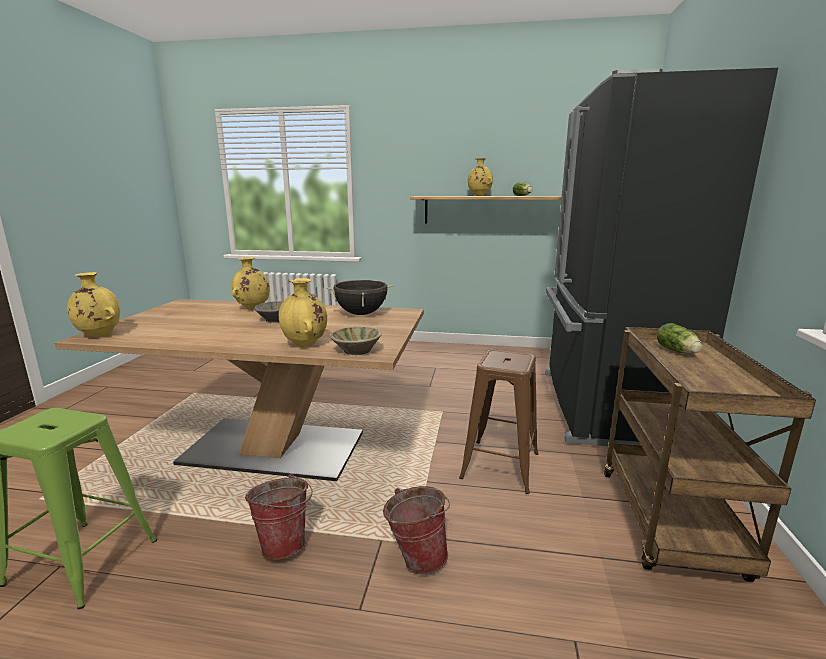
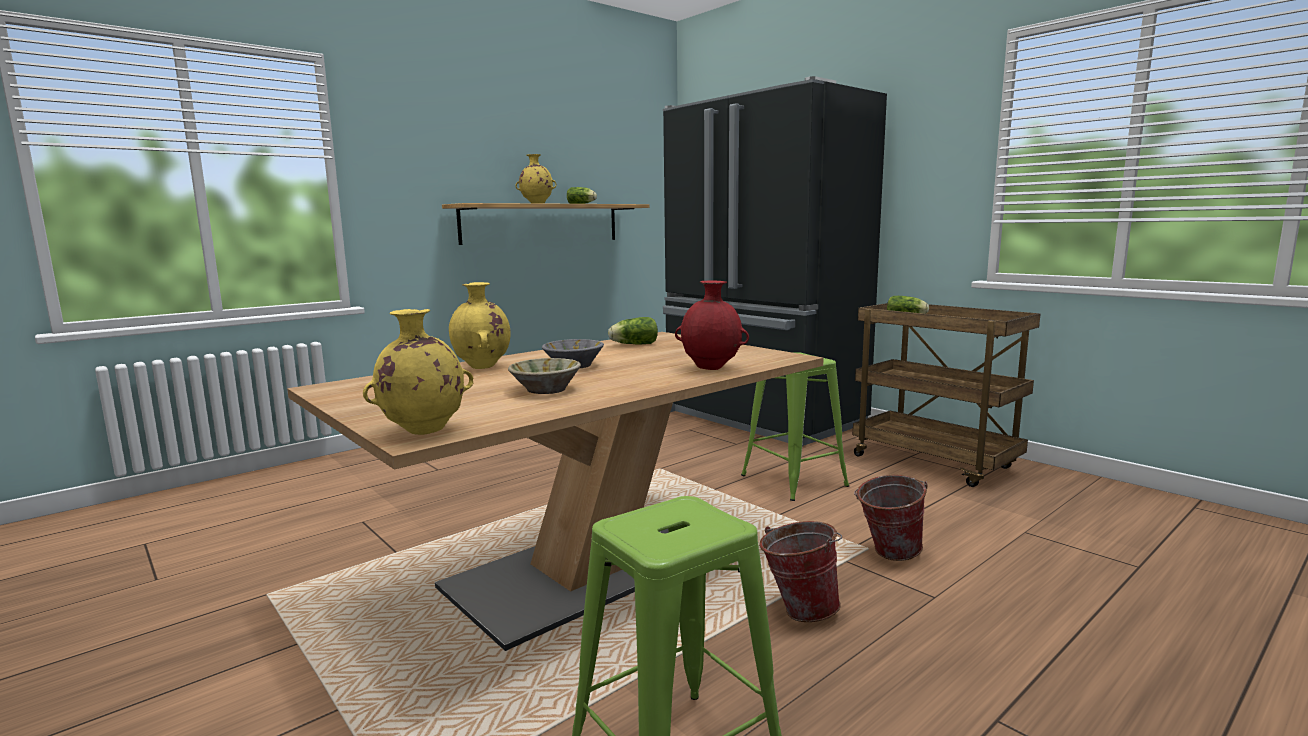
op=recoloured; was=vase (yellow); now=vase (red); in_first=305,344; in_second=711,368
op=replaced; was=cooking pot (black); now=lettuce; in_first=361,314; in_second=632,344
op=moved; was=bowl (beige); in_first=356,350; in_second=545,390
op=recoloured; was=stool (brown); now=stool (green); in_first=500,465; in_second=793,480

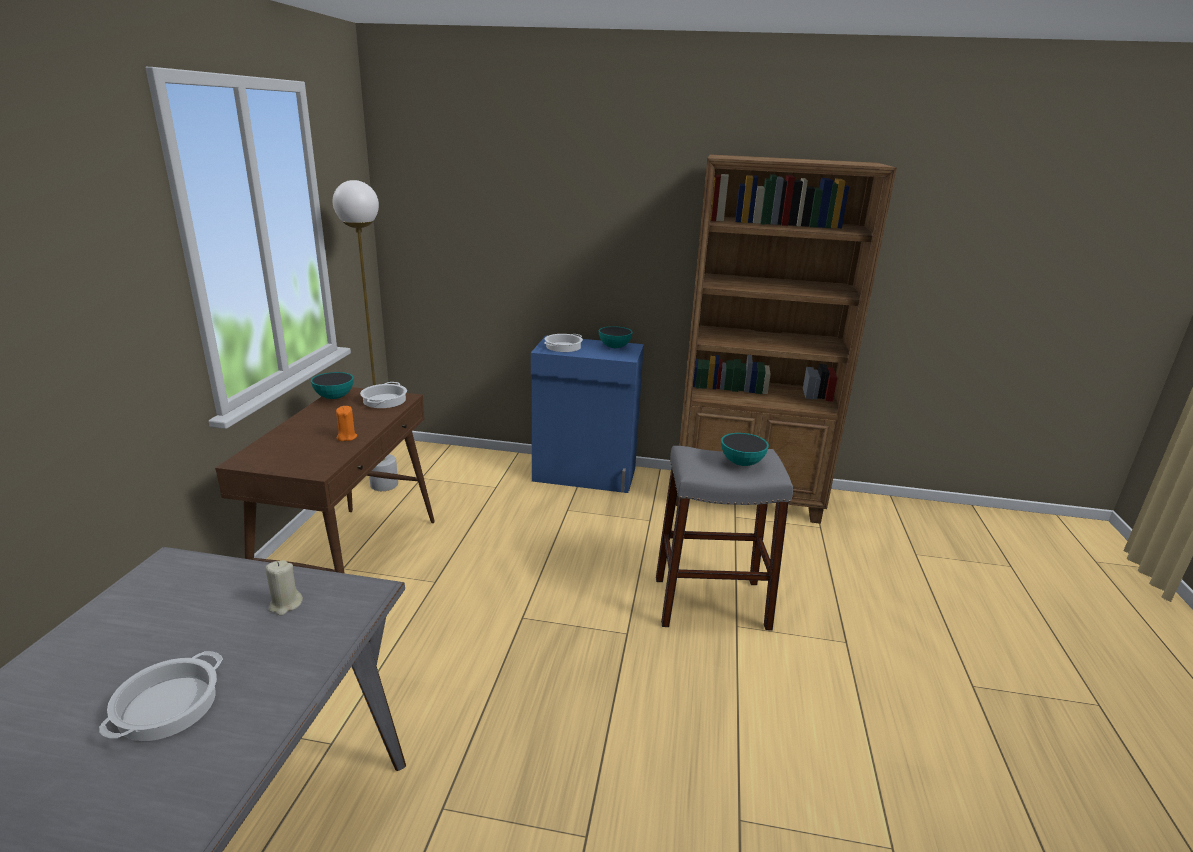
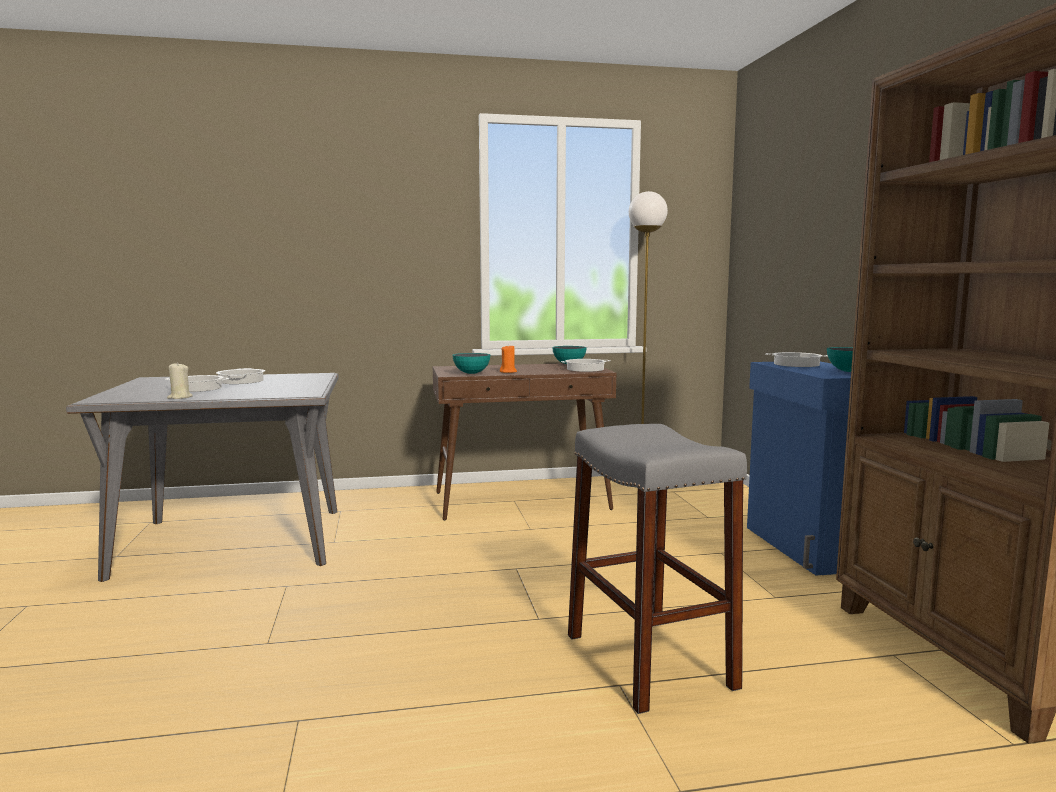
op=moved; was=bowl; in_first=741,463; in_second=471,373
op=moved; was=candle (beige); in_first=285,605; in_second=180,397
op=added; now=cooking pot; in_second=240,381

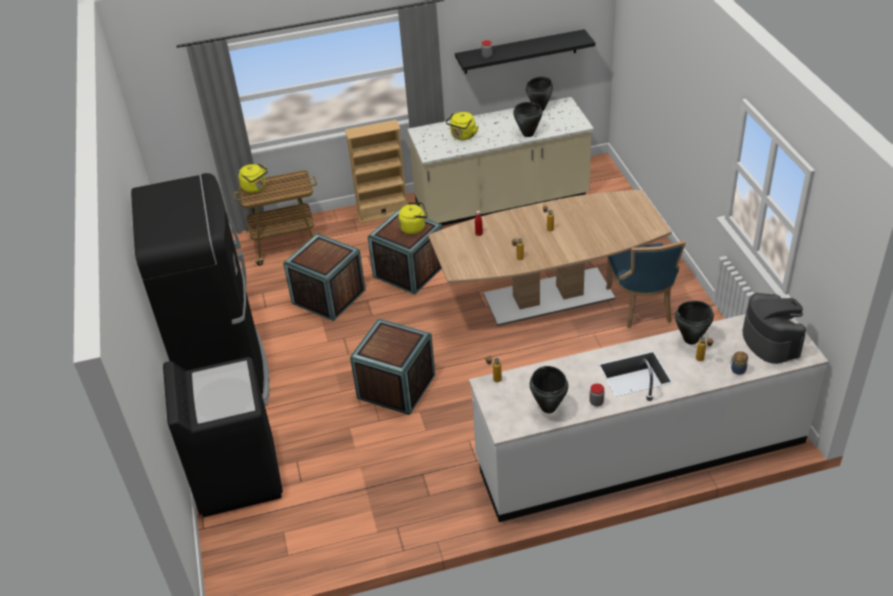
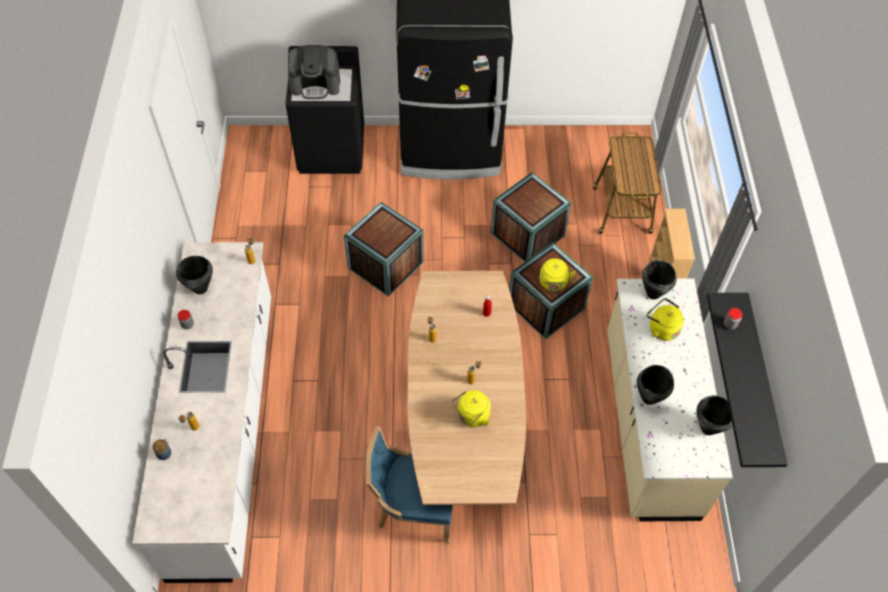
op=moved; was=kettle (yellow); in_first=255,188; in_second=471,416
op=moved; was=coffee machine; in_first=770,341; in_second=315,84
op=moved; was=cooking pot (black); in_first=691,339; in_second=653,294

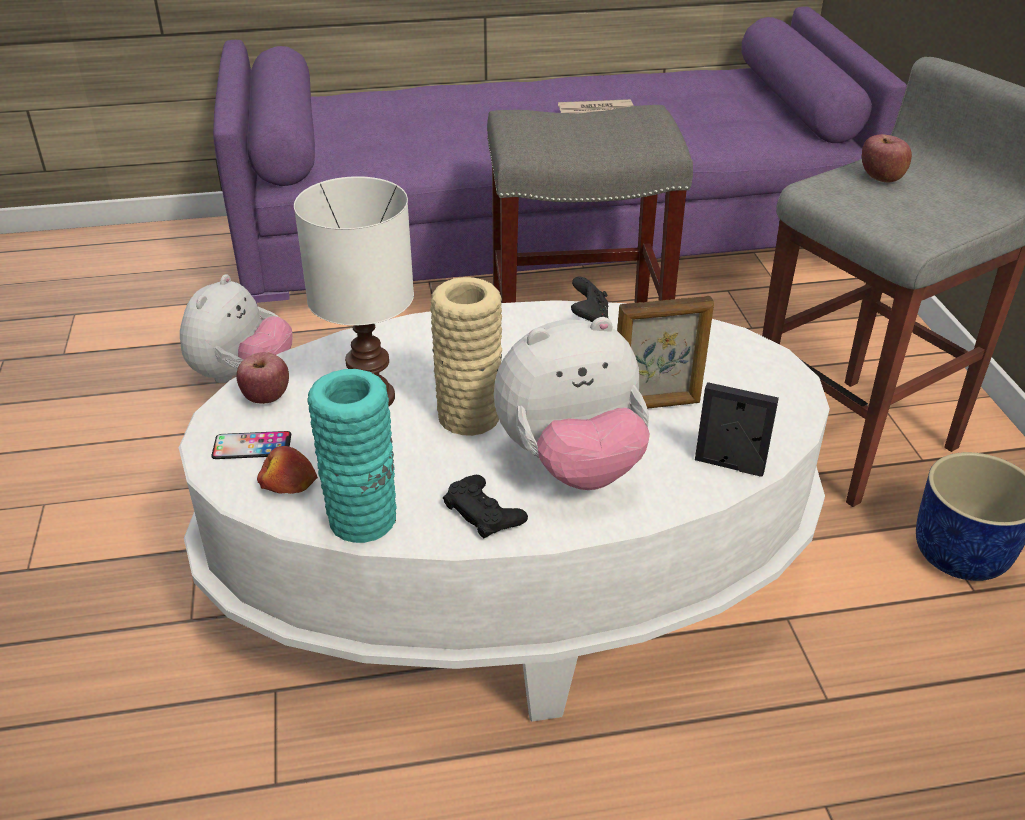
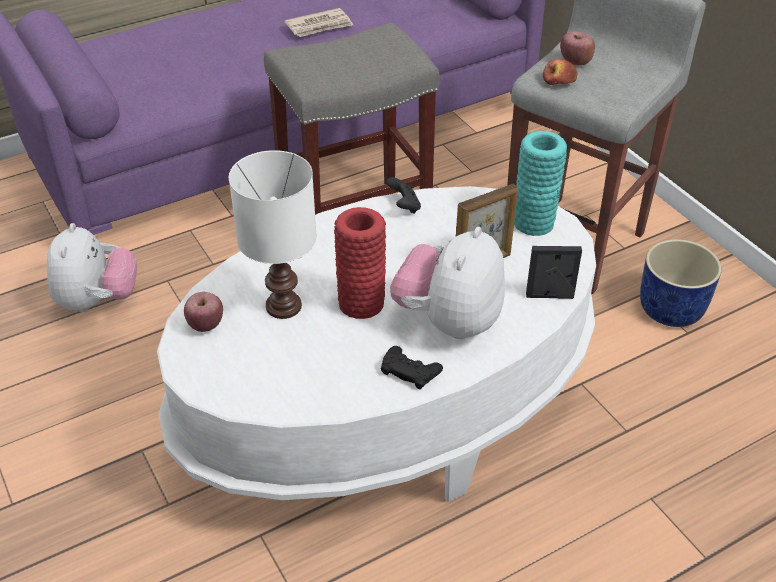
op=recoloured; was=vase (beige); now=vase (red); in_first=469,416; in_second=361,303
op=turned; was=plush toy; in_first=571,464; in_second=449,321; clockwise=150
op=moved; was=vase (turquoise); in_first=362,518; in_second=533,223
op=removed; was=phone; in_first=252,446
op=moved; was=apple; in_first=288,484; in_second=559,82

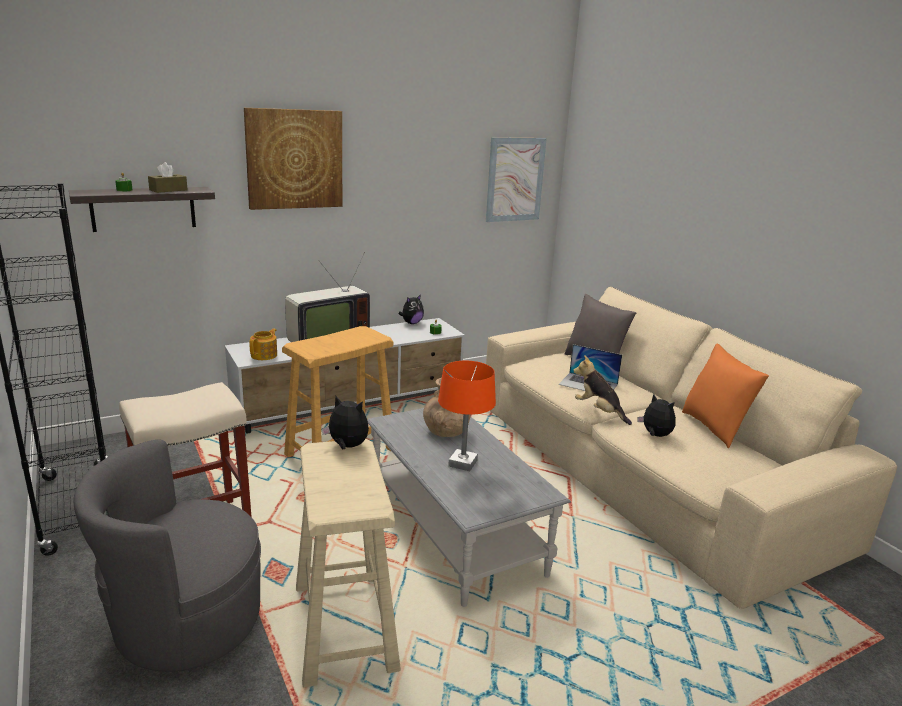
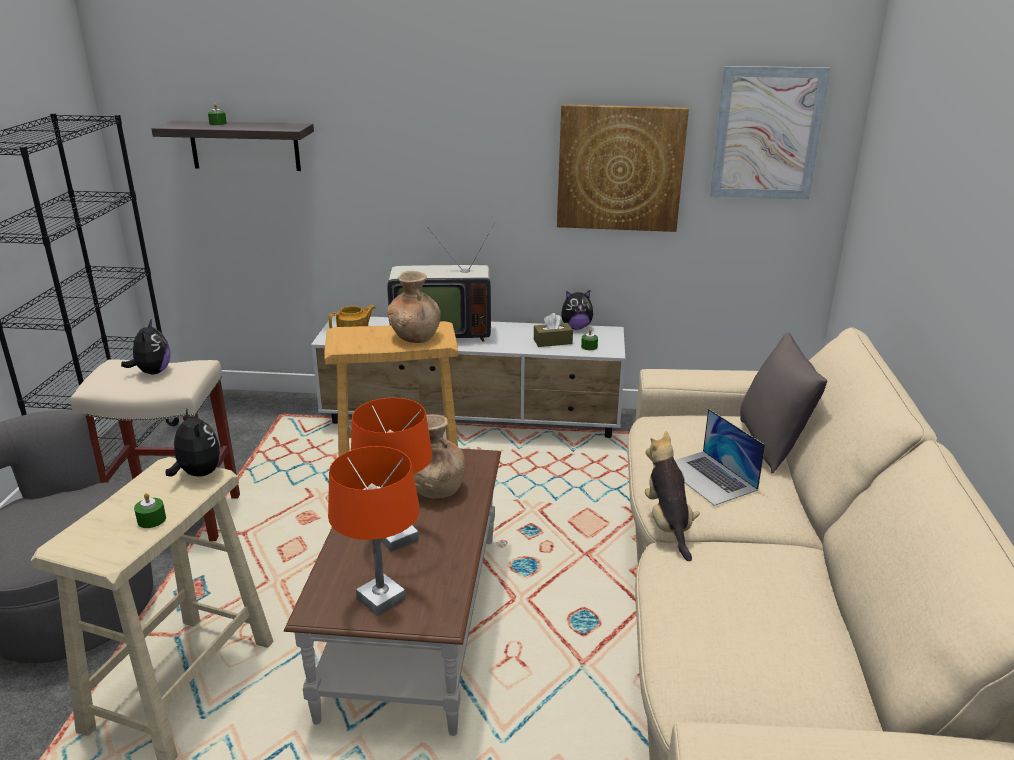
op=moved; was=picture; in_first=294,159; in_second=620,168
op=moved; was=tissue box (brown); in_first=168,190; in_second=552,341
op=removed; was=pillow (orange); in_first=714,428
op=moved; was=plush toy; in_first=655,435; in_second=152,372
op=recoloured; was=coffee table (grey); now=coffee table (brown); in_first=454,530; in_second=414,621
op=added; now=vase (brown); in_second=415,337
op=added; now=table lamp (orange); in_second=380,599
op=added; now=candle (green); in_second=151,520

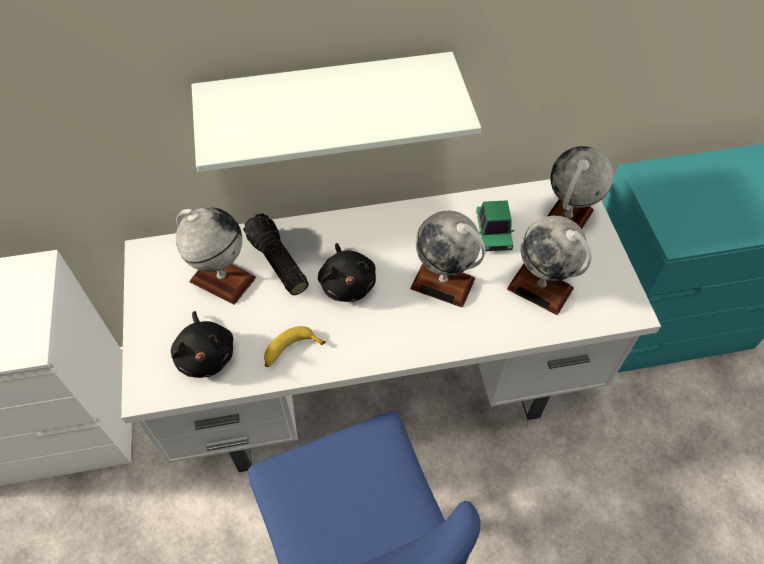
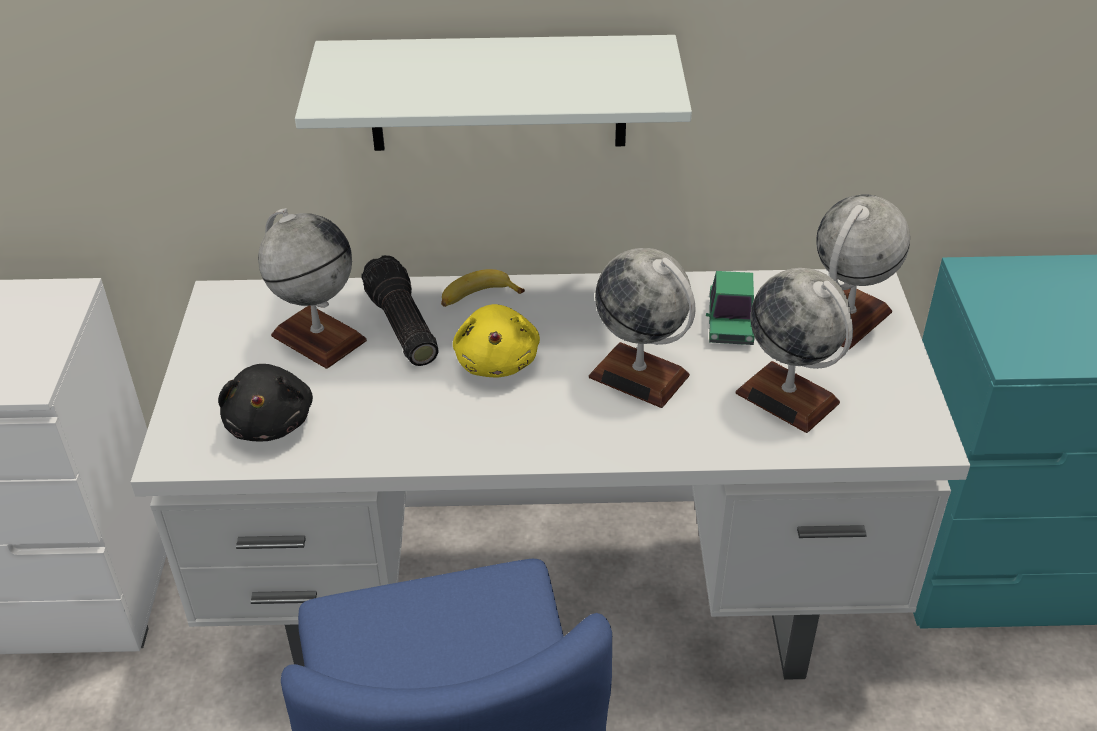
op=recoloured; was=plush toy (black); now=plush toy (yellow); in_first=347,283; in_second=497,361
op=moved; was=banana; in_first=291,351; in_second=478,298

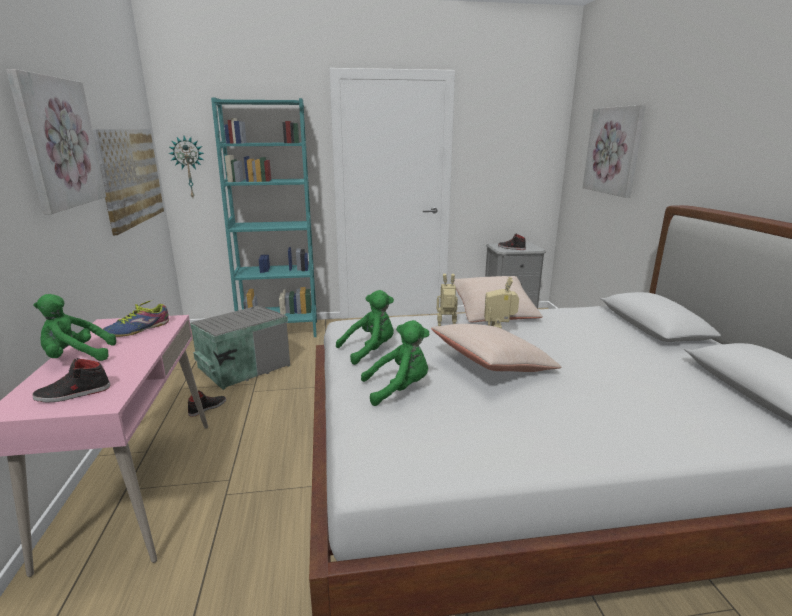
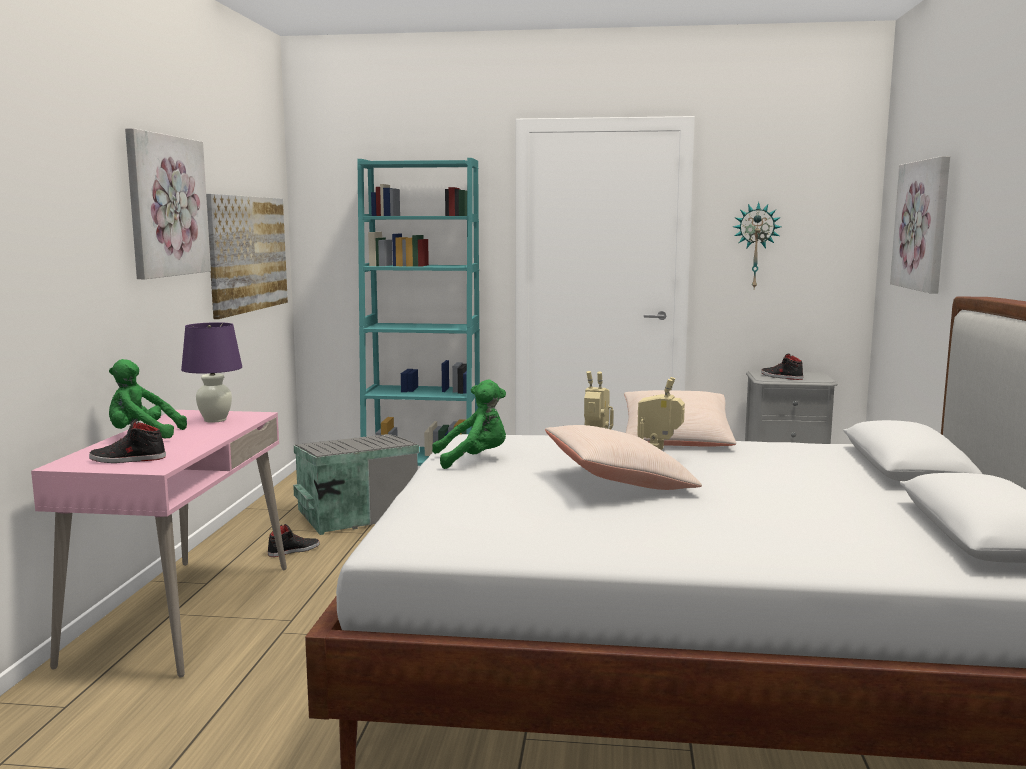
op=moved; was=wall clock; in_first=189,167; in_second=755,246
op=replaced; was=shoe; now=table lamp (purple); in_first=138,329; in_second=215,420
op=removed; was=plush toy (green); in_first=399,389

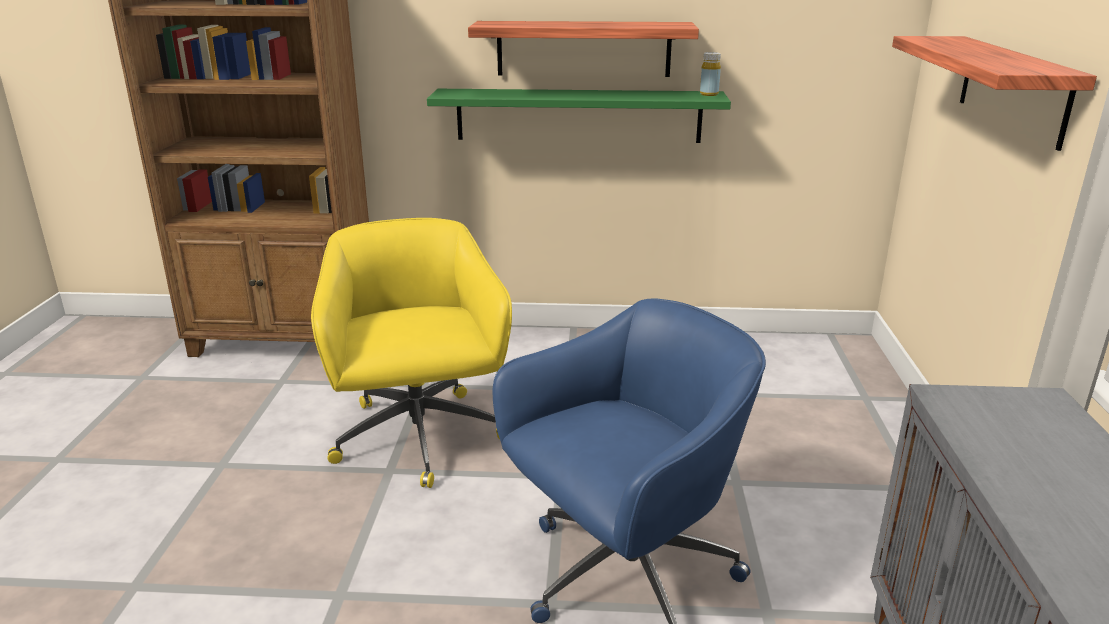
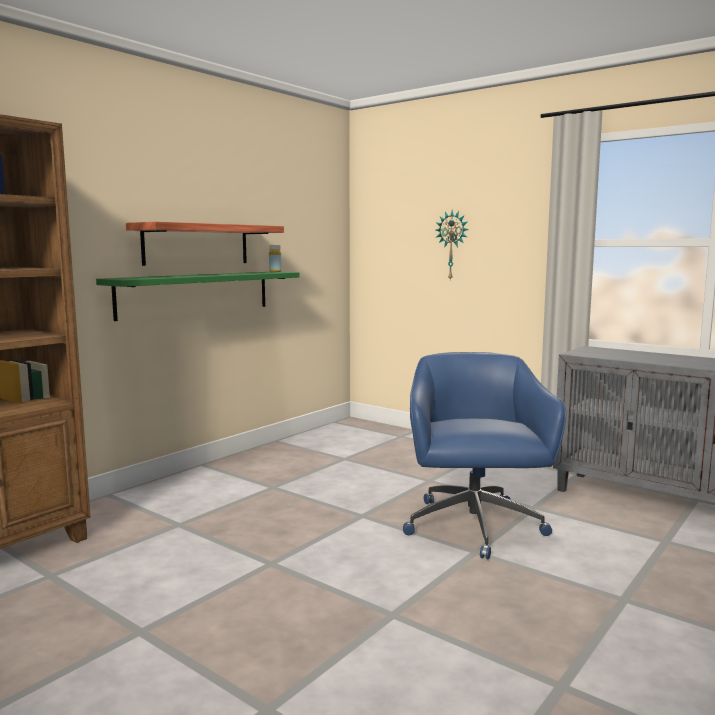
op=replaced; was=shelf; now=wall clock; in_first=1013,88; in_second=452,245
op=removed; was=office chair (yellow); in_first=419,439

